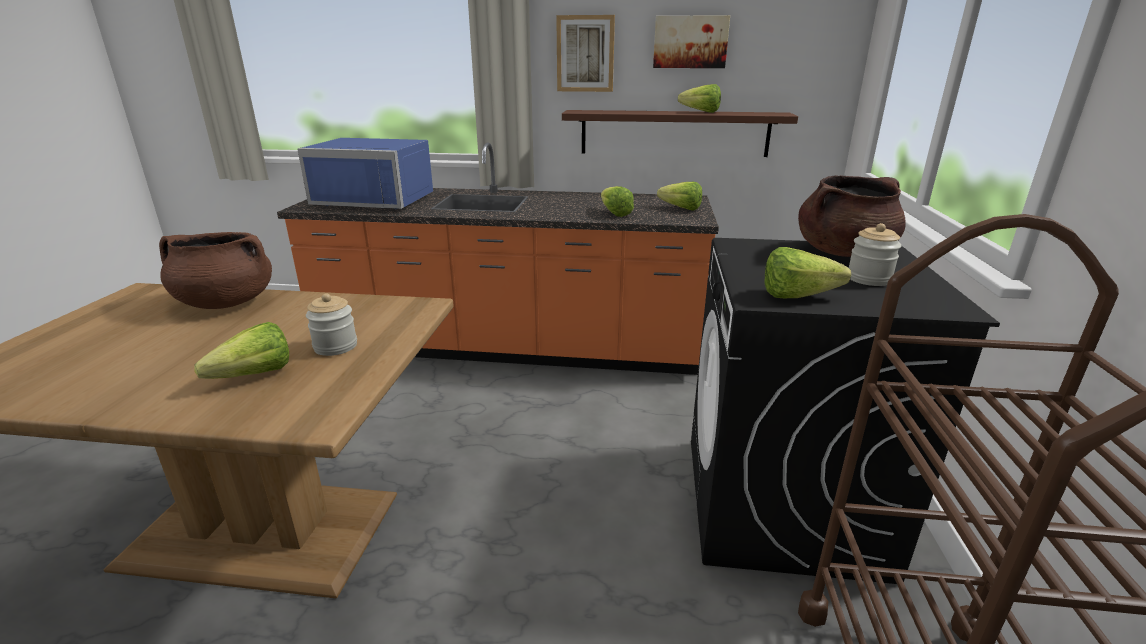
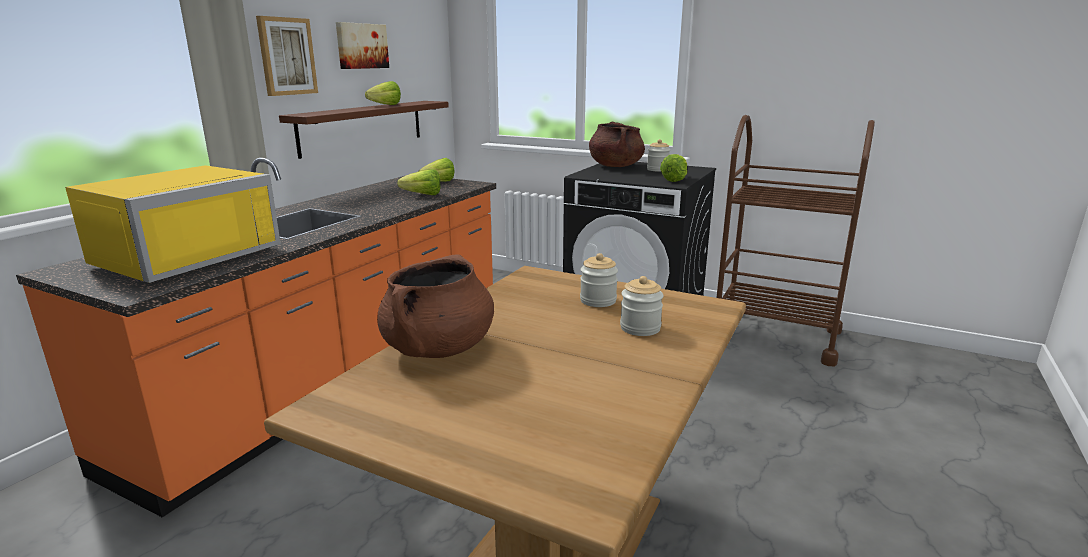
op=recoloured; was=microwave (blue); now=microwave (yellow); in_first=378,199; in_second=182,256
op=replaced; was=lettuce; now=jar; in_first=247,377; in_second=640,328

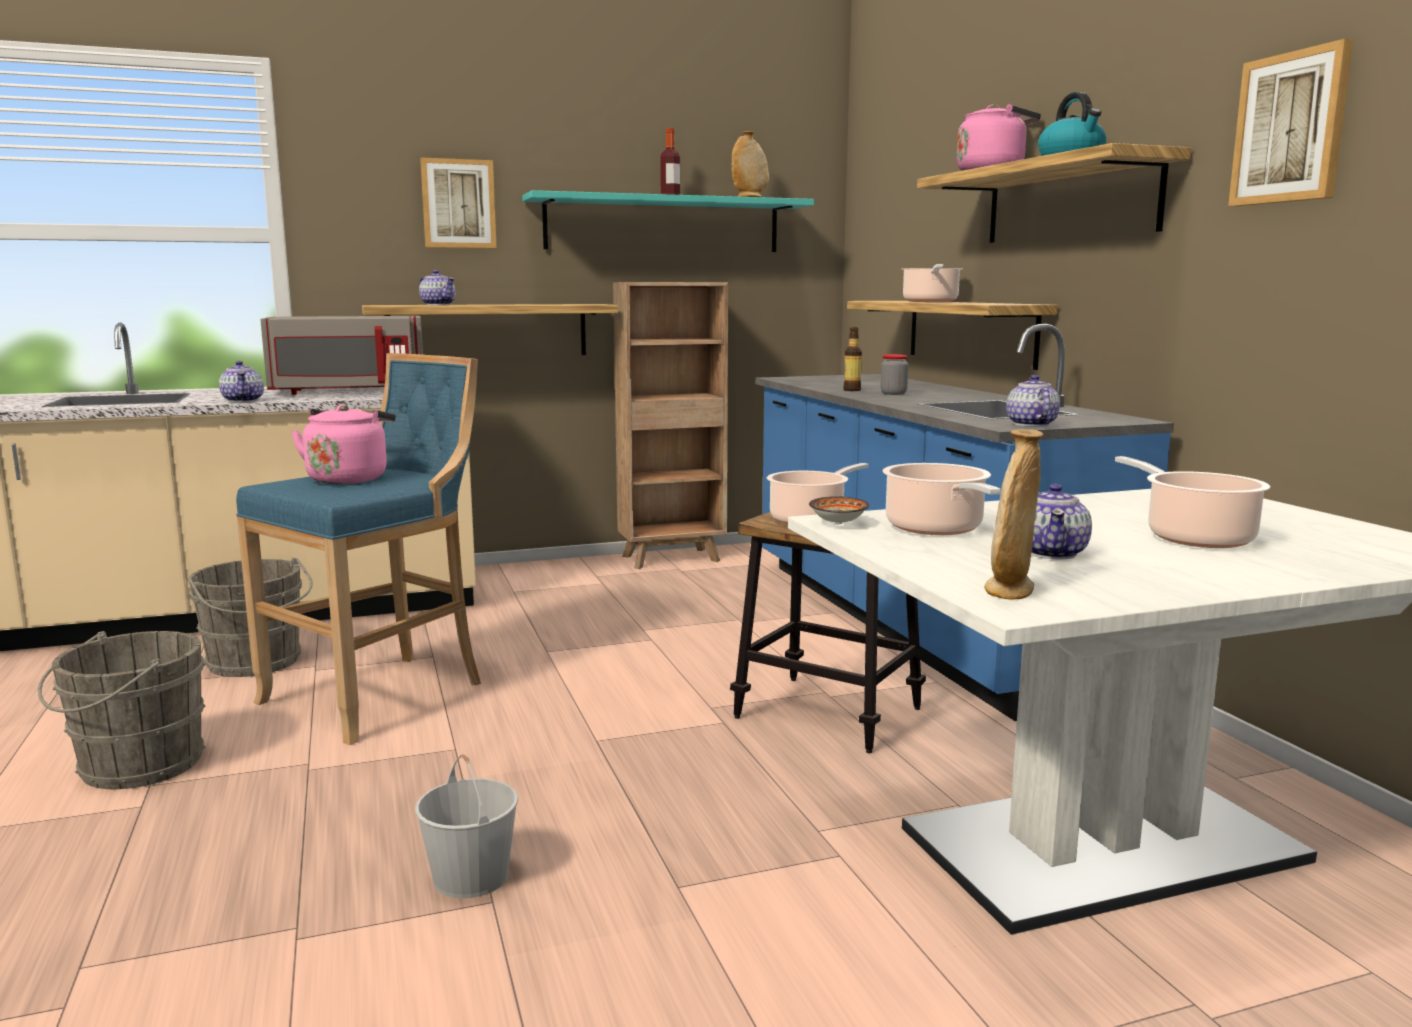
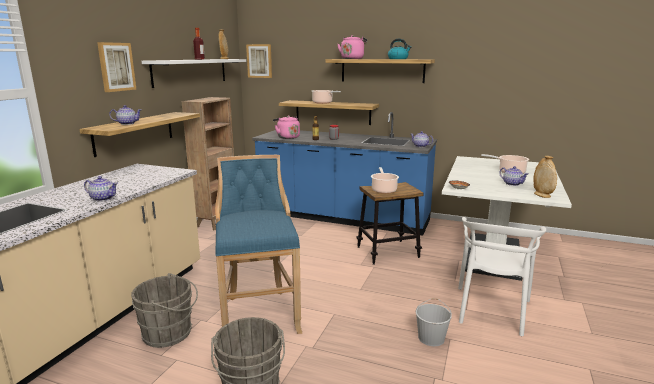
op=moved; was=picture; in_first=1291,128; in_second=259,61
op=recoloured; was=shelf (turquoise); now=shelf (white); in_first=663,225; in_second=191,71
op=removed; was=microwave (grey); in_first=348,391
op=moved; was=kettle (pink); in_first=349,479; in_second=287,137
op=removed; was=cooking pot; in_first=937,529
op=added; now=chair (white); in_second=491,310

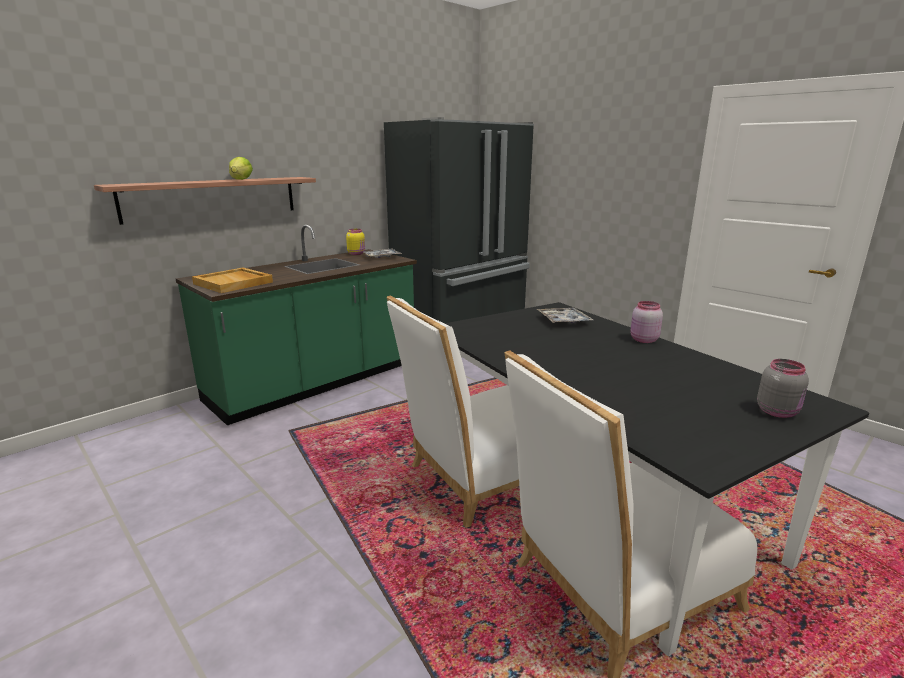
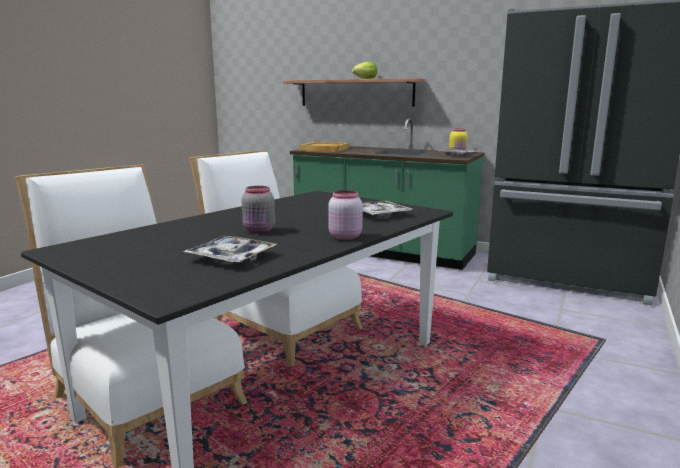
op=moved; was=jar (grey); in_first=778,412; in_second=259,230
op=added; now=tray; in_second=231,257

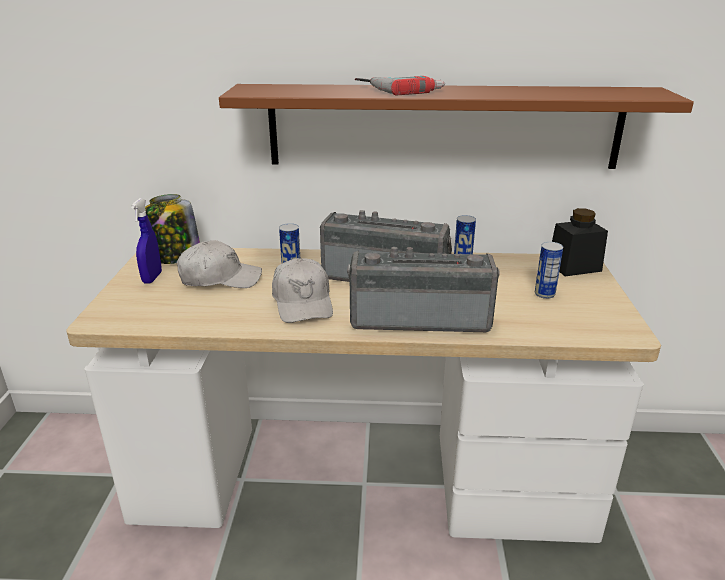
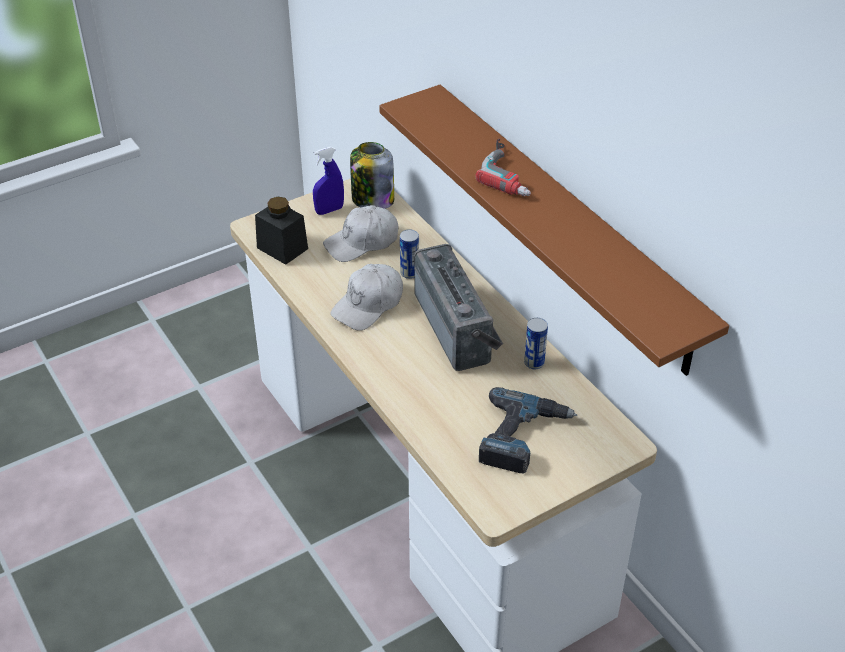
op=moved; was=jar (black); in_first=574,266; in_second=282,248
op=turned; was=cap (white); in_first=220,278; in_second=362,242; clockwise=105
op=replaced; was=can; now=power drill; in_first=544,294; in_second=522,437
op=removed; was=radio; in_first=420,317

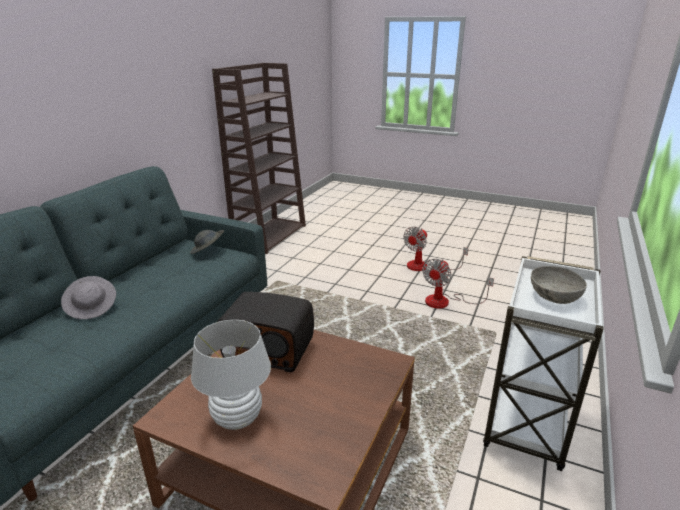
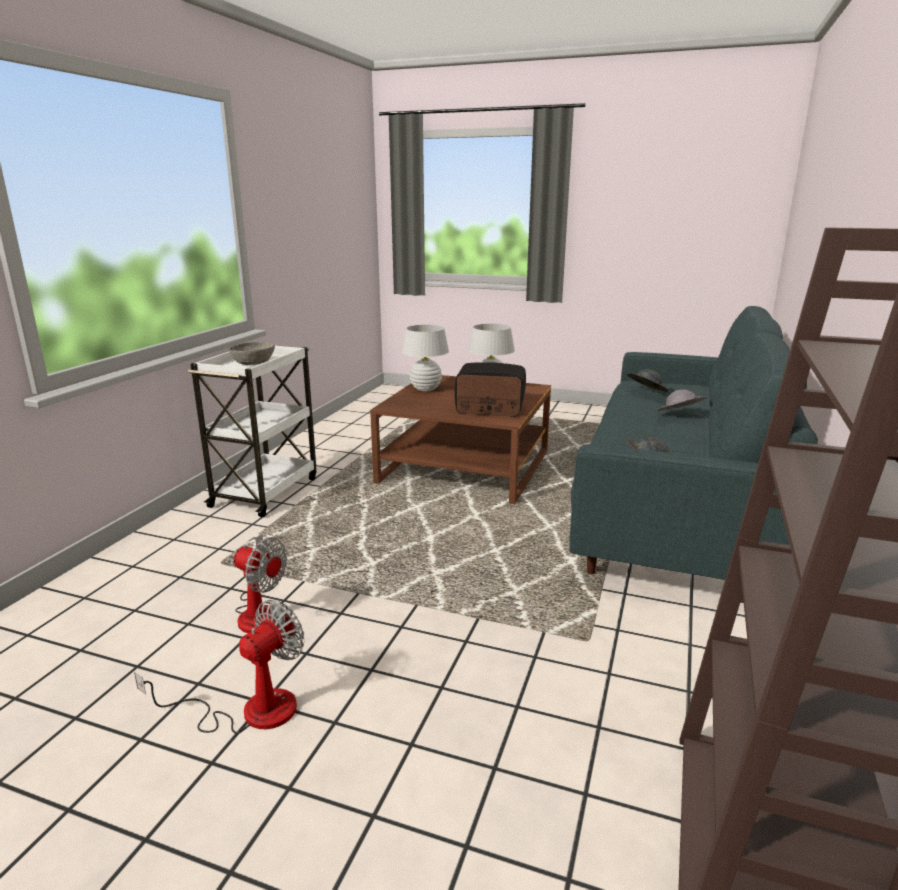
op=turned; was=fan; in_first=445,301; in_second=261,611; clockwise=90
op=added; now=table lamp (white); in_second=426,389
op=added; now=hat (grey); in_second=645,393

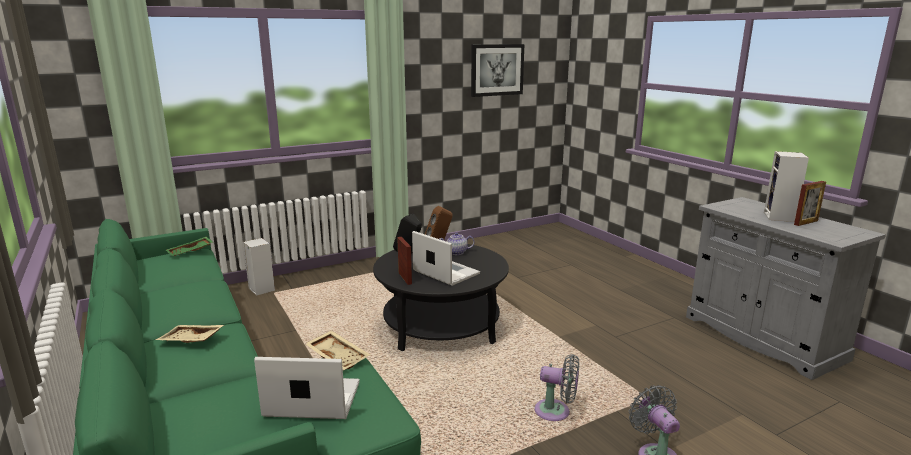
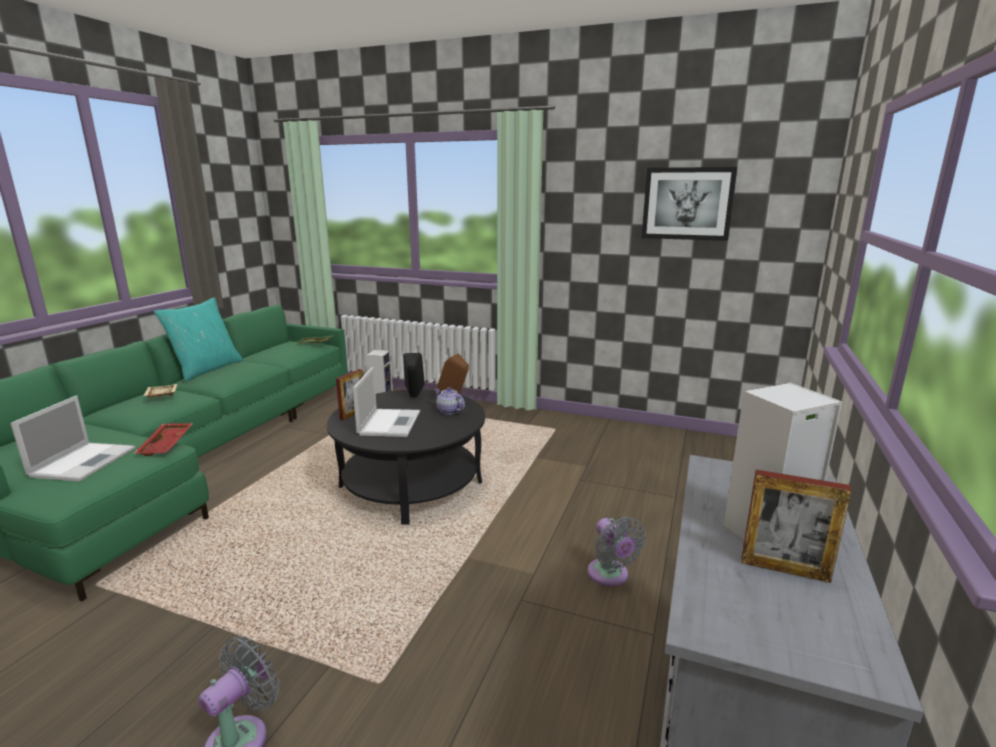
op=recoloured; was=tray (beige); now=tray (red); in_first=338,356; in_second=167,445
op=moved; was=fan (grey); in_first=556,412; in_second=610,576
op=turned; was=laptop; in_first=311,400; in_second=85,461; clockwise=45
op=added; now=pillow (turquoise); in_second=207,369

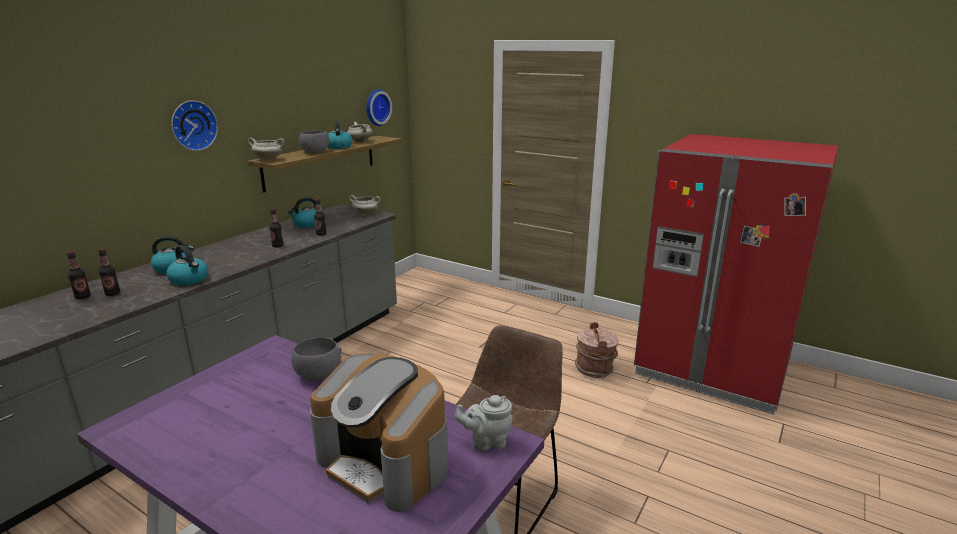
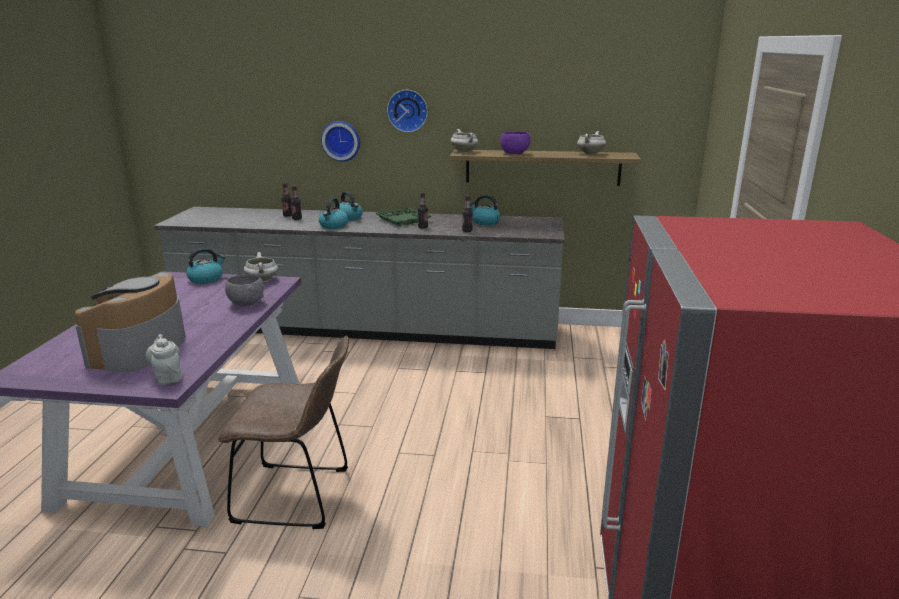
op=moved; was=wall clock; in_first=376,107; in_second=341,140
op=moved; was=kettle; in_first=338,147; in_second=206,279
op=recoloured; was=bowl (grey); now=bowl (purple); in_first=315,152; in_second=514,154
op=moved; was=cooking pot (white); in_first=366,214; in_second=262,280
op=removed; was=bucket (brown); in_first=594,369
op=added; now=tray (green); in_second=403,220

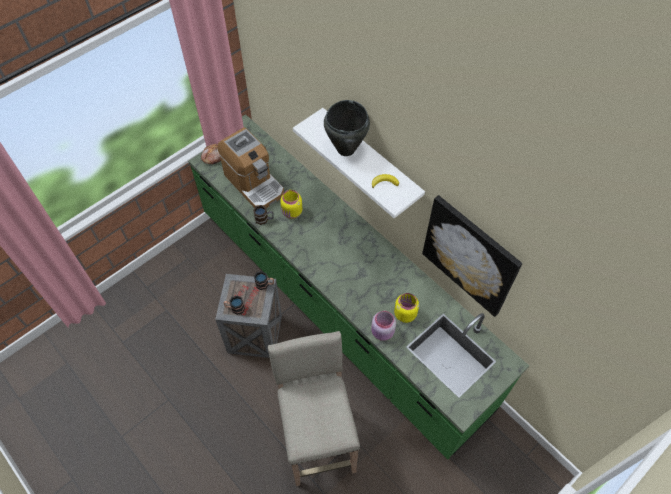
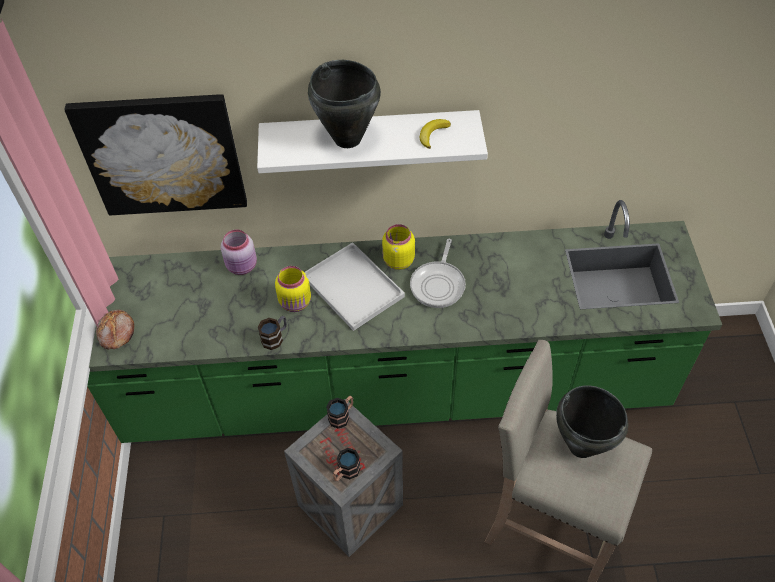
op=removed; was=coffee machine; in_first=254,183
op=moved; was=picture; in_first=470,255; in_second=163,154
op=moved; was=jar (yellow); in_first=404,314; in_second=397,261
op=moved; was=jar (pink); in_first=382,332; in_second=242,266
op=added; now=frying pan; in_second=438,284
op=added; now=tray (white); in_second=351,286
op=added; now=cooking pot (black); in_second=581,445

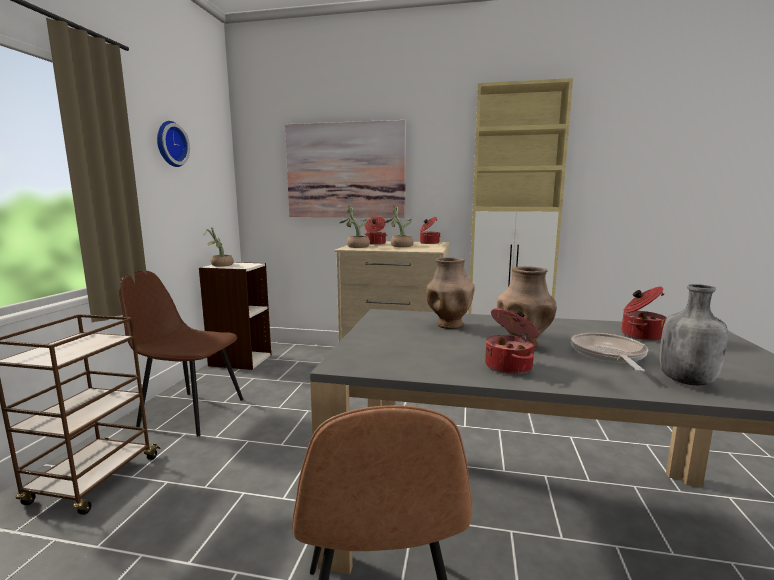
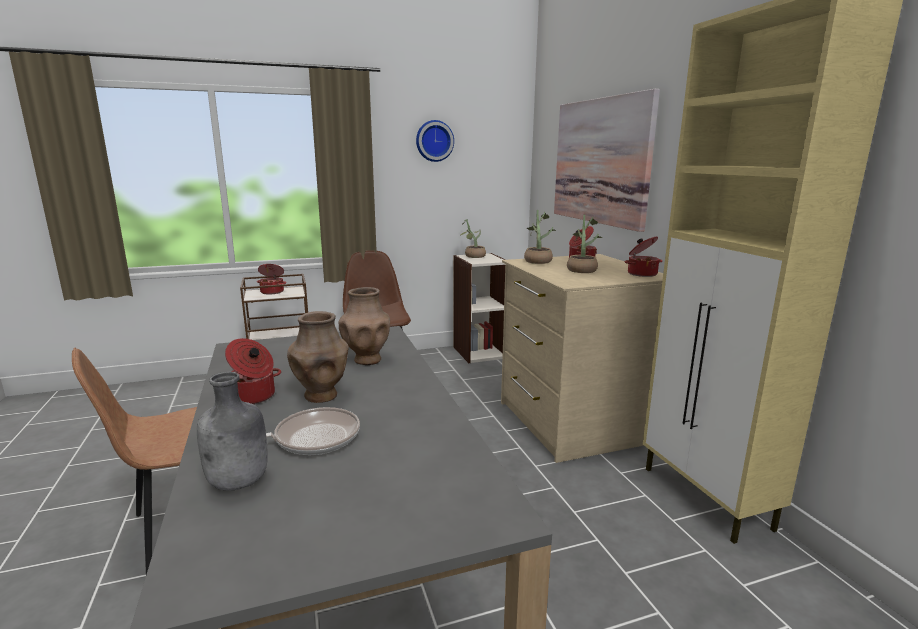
op=moved; was=cooking pot; in_first=640,335; in_second=272,291

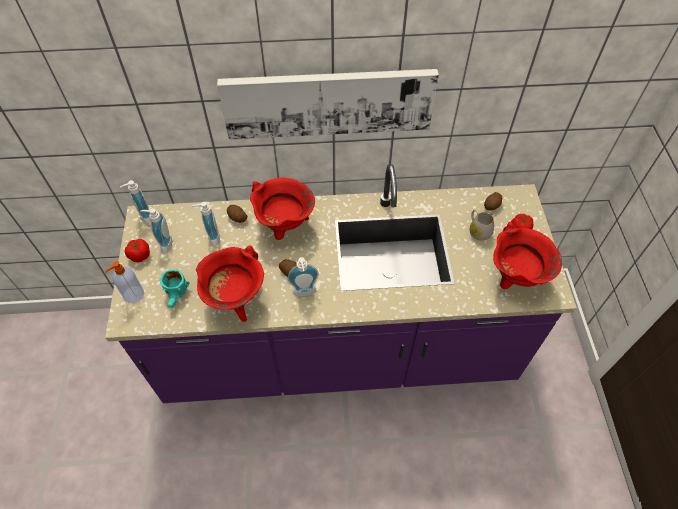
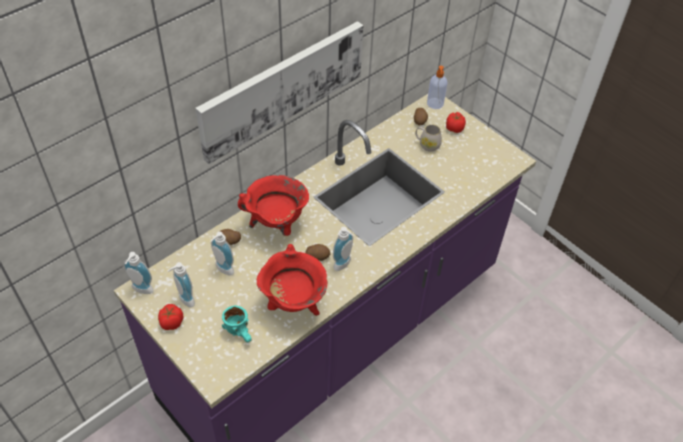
op=removed; was=cooking pot (red); in_first=515,278
op=moved; was=soap dispenser; in_first=133,295; in_second=435,104

